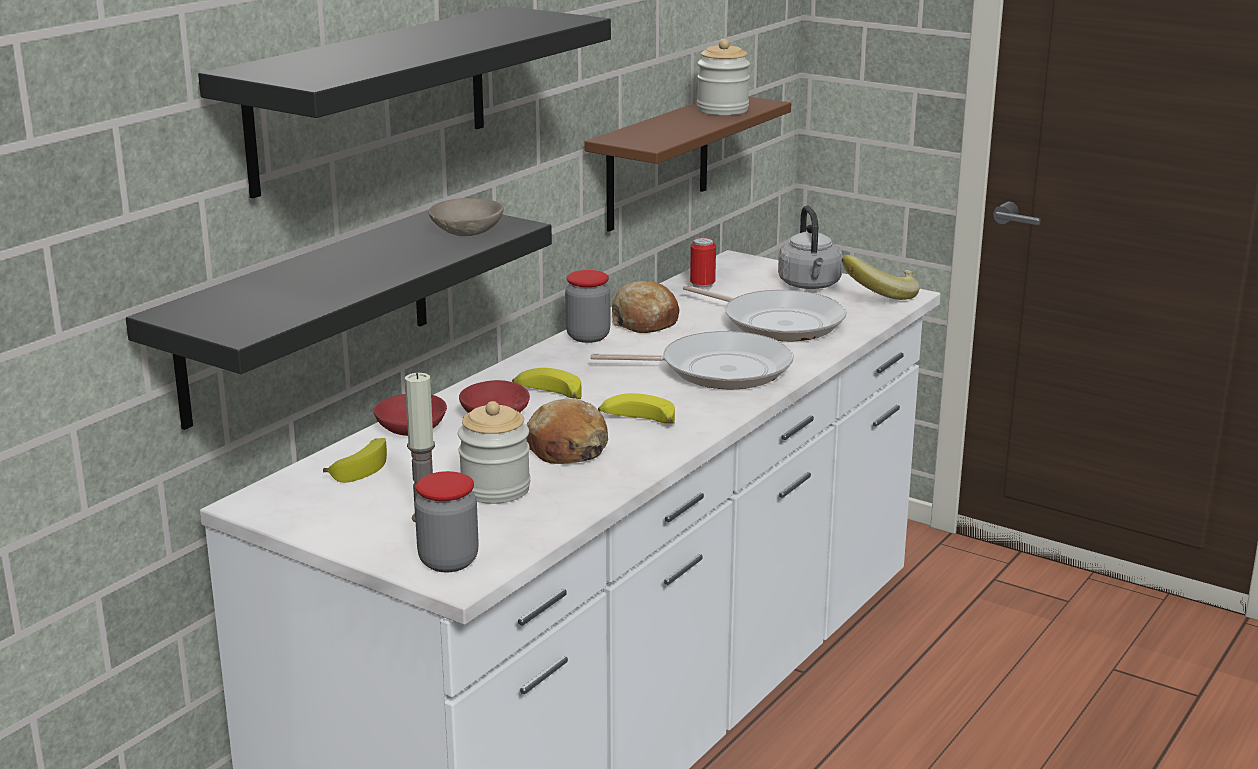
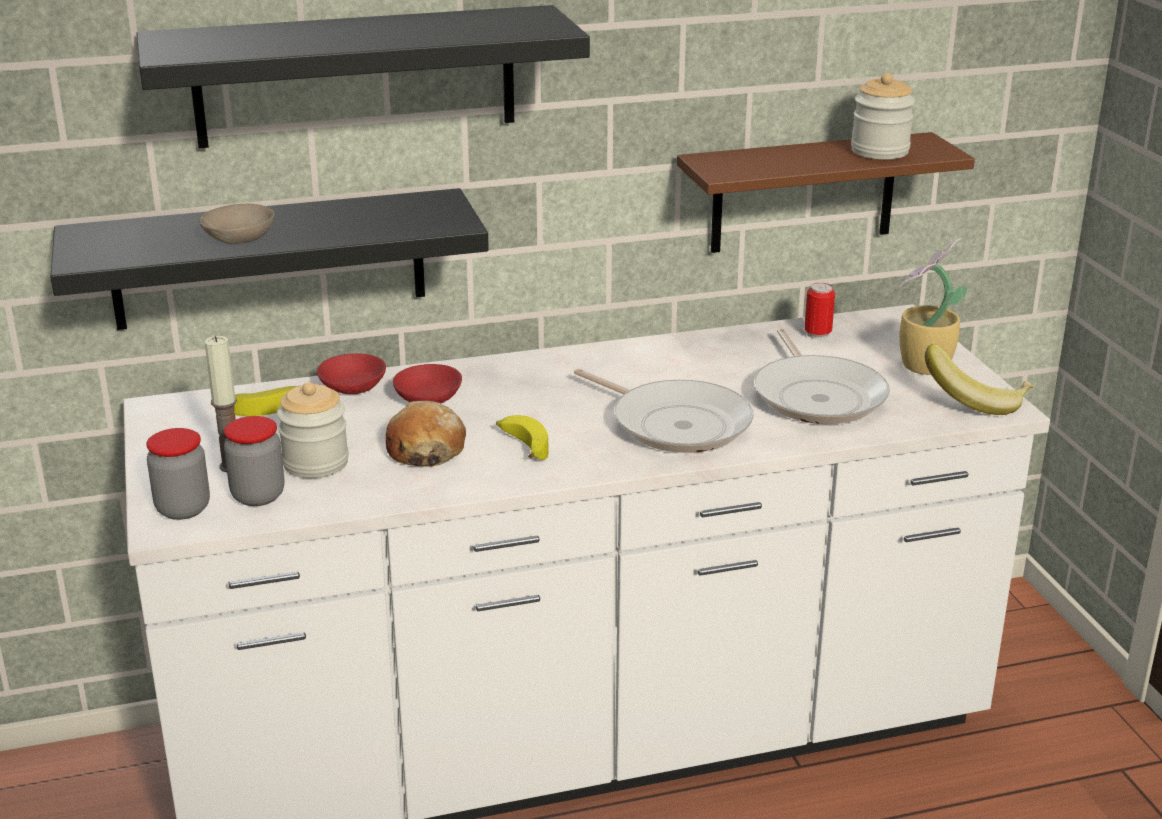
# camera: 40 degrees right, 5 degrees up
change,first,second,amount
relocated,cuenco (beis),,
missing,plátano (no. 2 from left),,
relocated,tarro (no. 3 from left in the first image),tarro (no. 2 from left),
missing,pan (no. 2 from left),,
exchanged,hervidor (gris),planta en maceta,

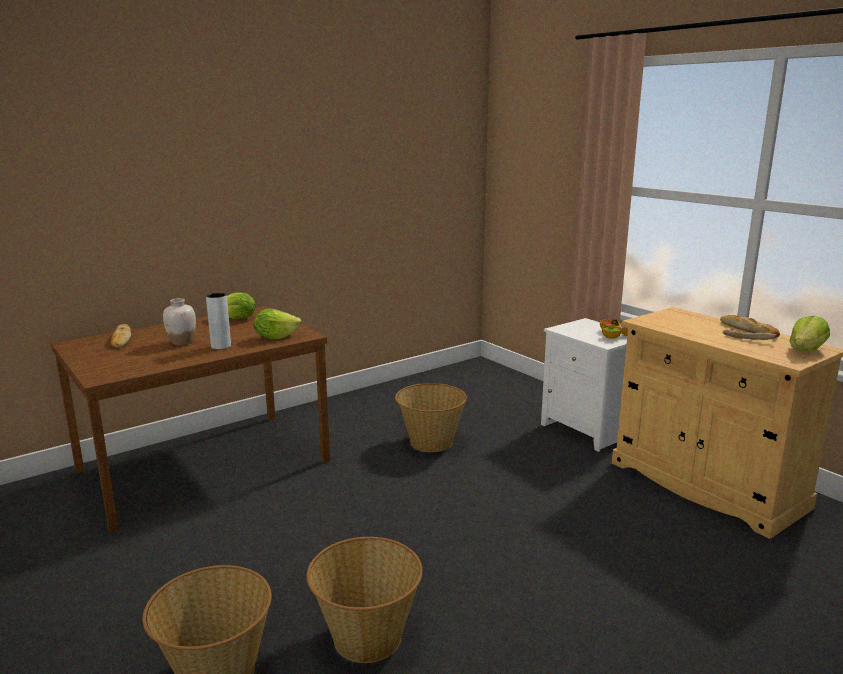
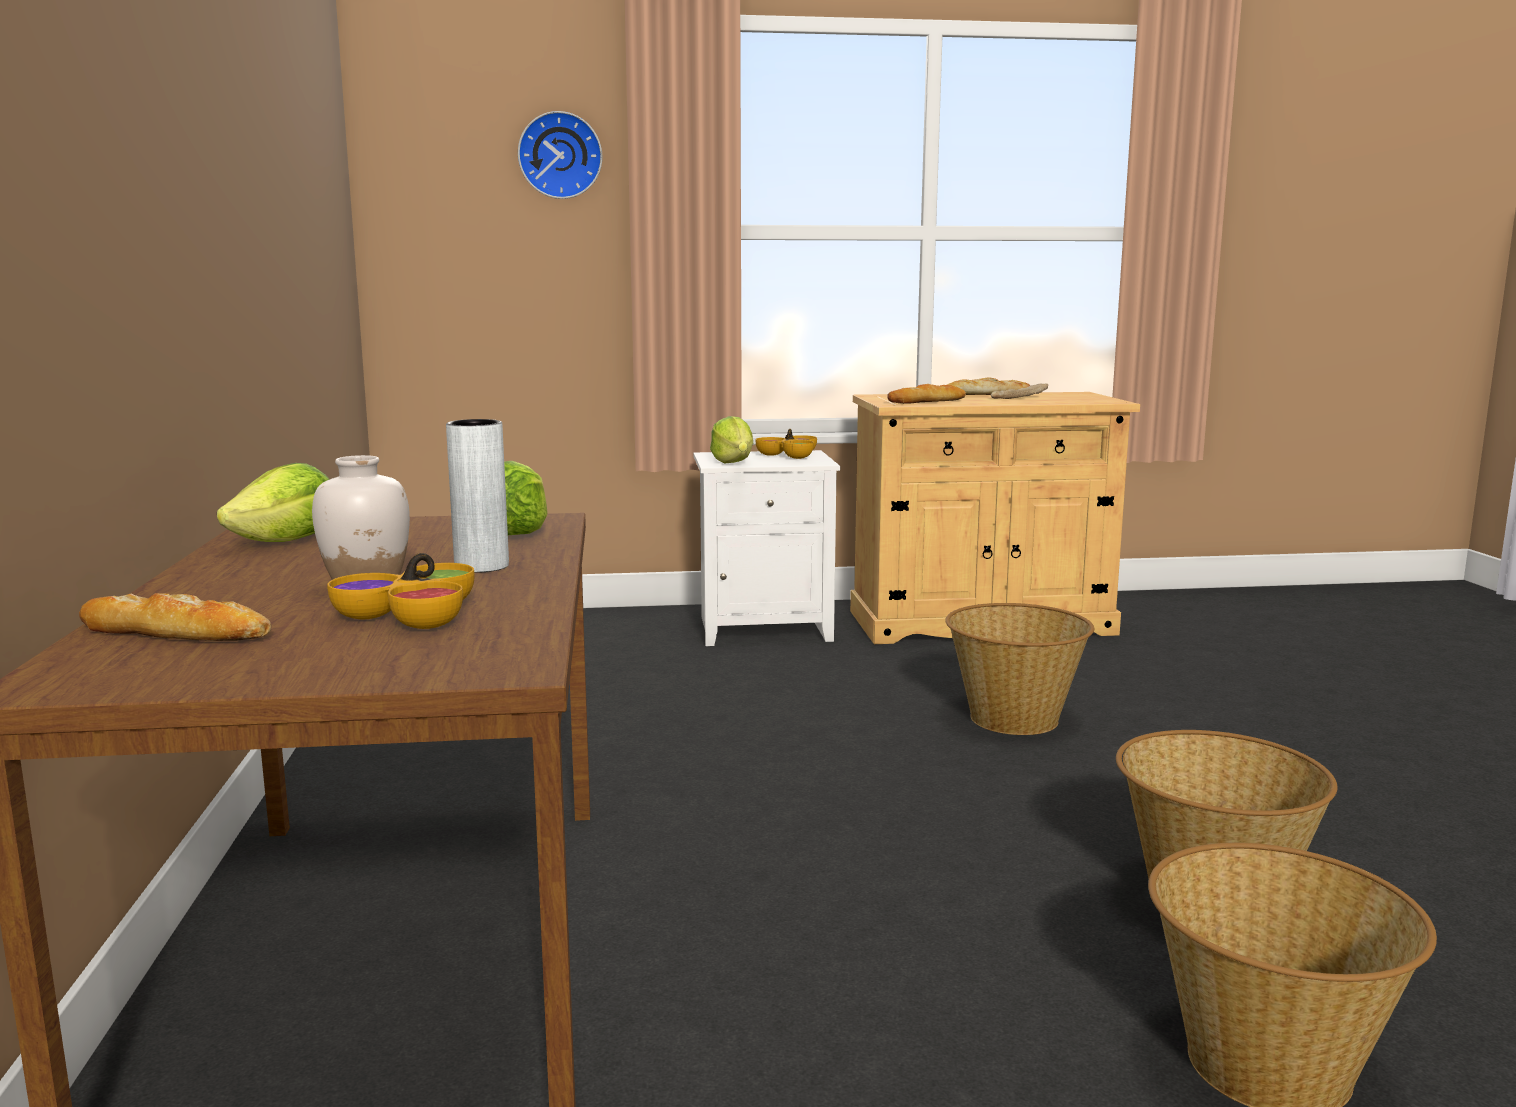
# camera: 60 degrees left, 5 degrees down
change,first,second,amount
relocated,cesta (no. 3 from left in the first image),cesta (no. 1 from left),
relocated,lechuga (no. 3 from left),,
appeared,,cuenco (no. 1 from left),
appeared,,reloj de pared,
appeared,,pan (no. 2 from left),

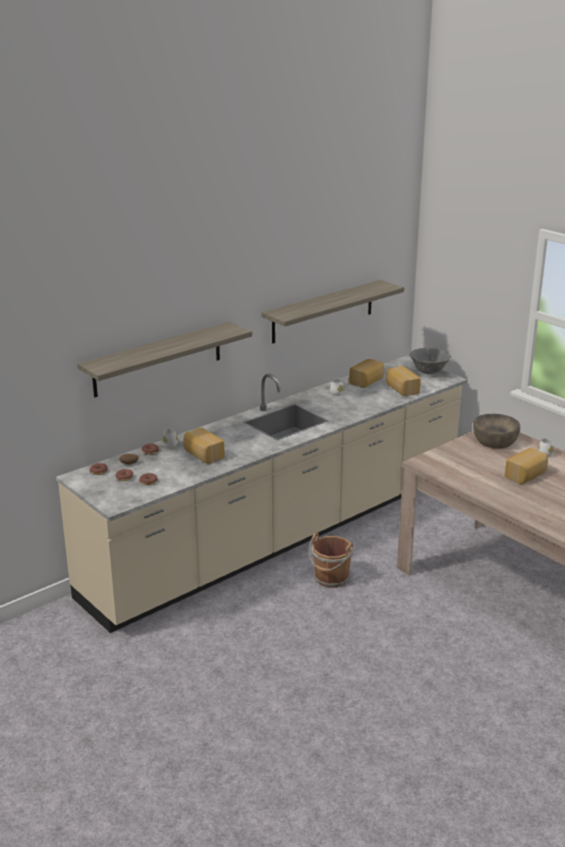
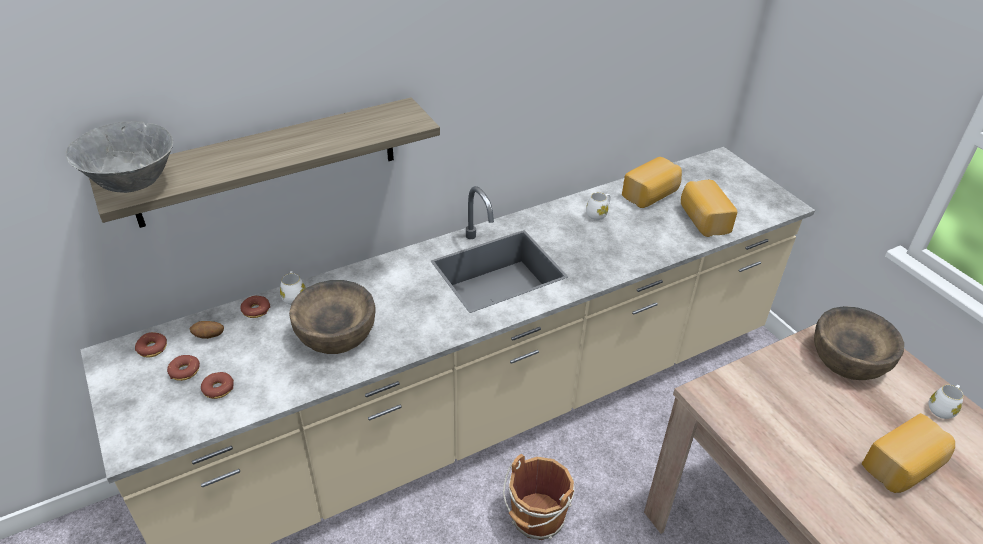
# camera: 10 degrees right, 15 degrees up
change,first,second,amount
exchanged,pan (no. 1 from left),cuenco (marrón) (no. 1 from left),
missing,estante (no. 2 from left),,
relocated,cuenco (gris),,

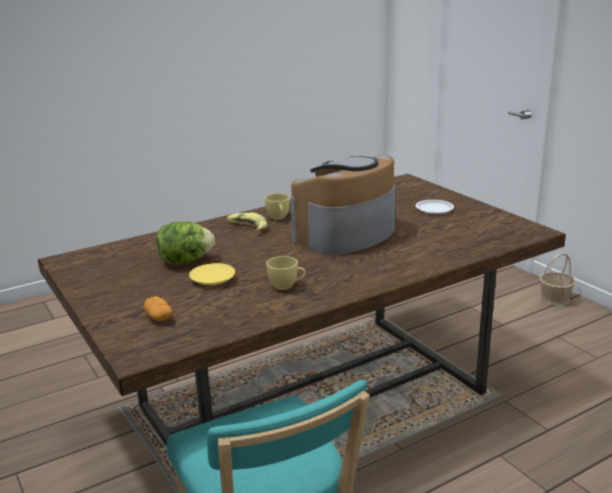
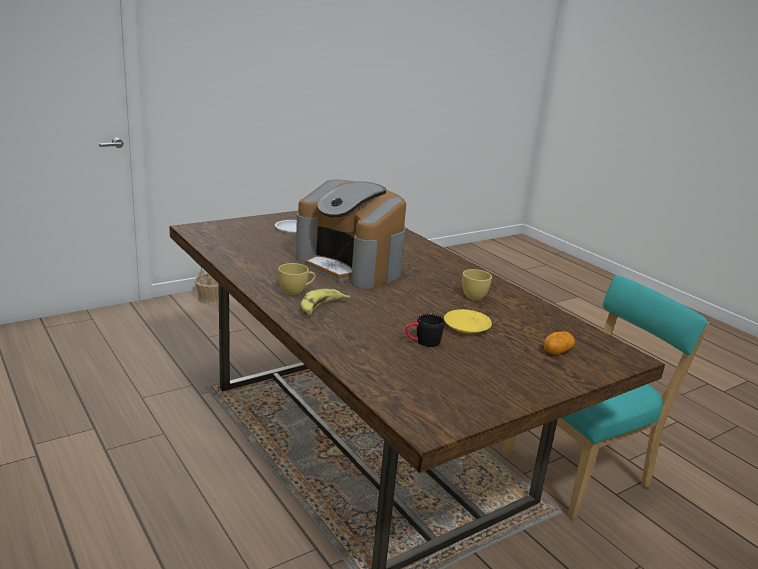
# camera: 95 degrees left, 0 degrees up
change,first,second,amount
exchanged,lechuga,taza grande (negro),

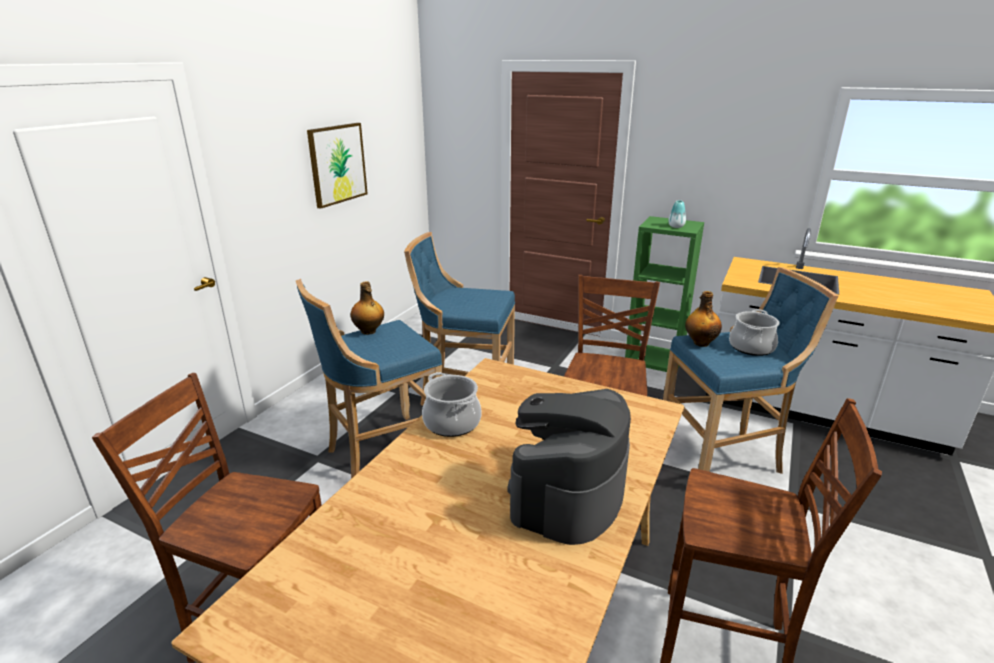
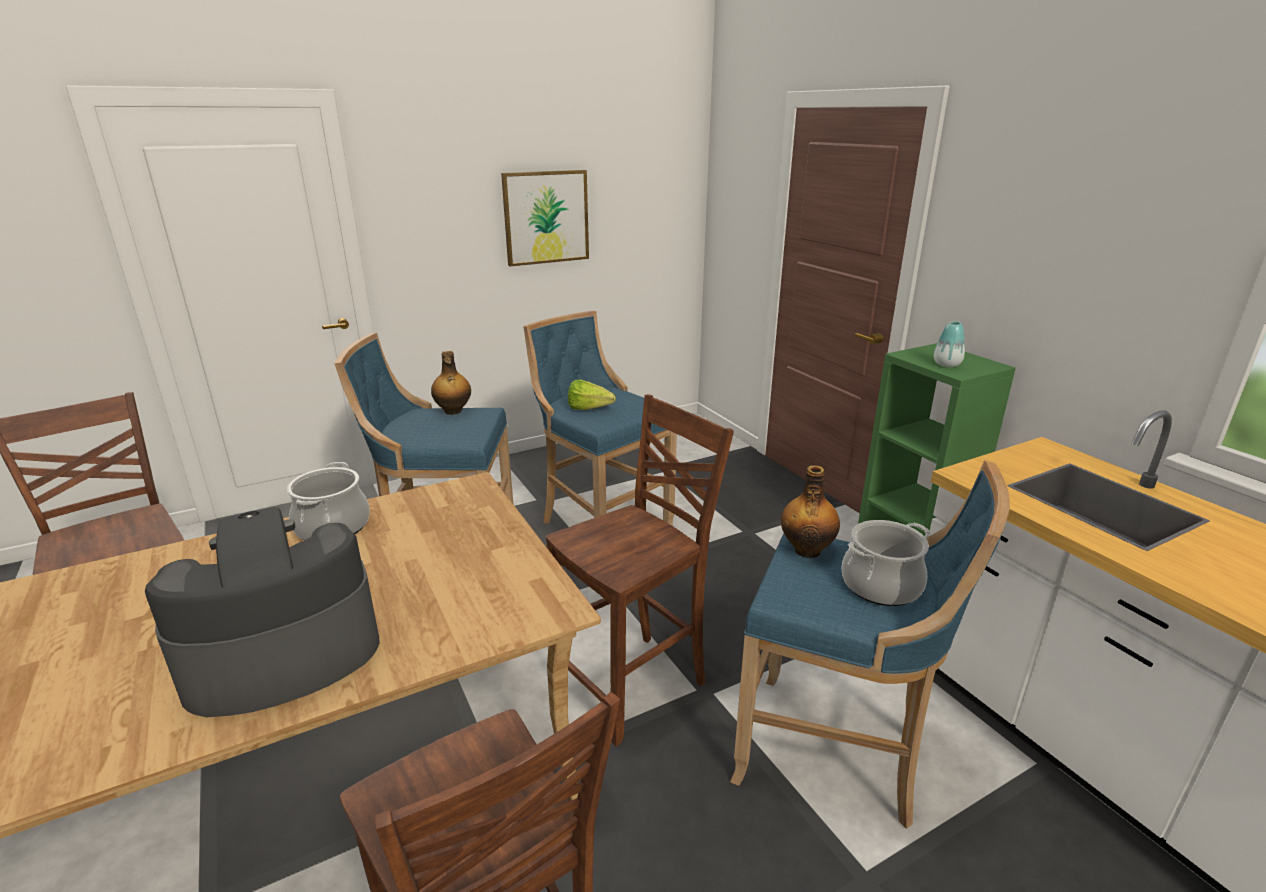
# camera: 35 degrees right, 0 degrees up
change,first,second,amount
appeared,,lechuga,

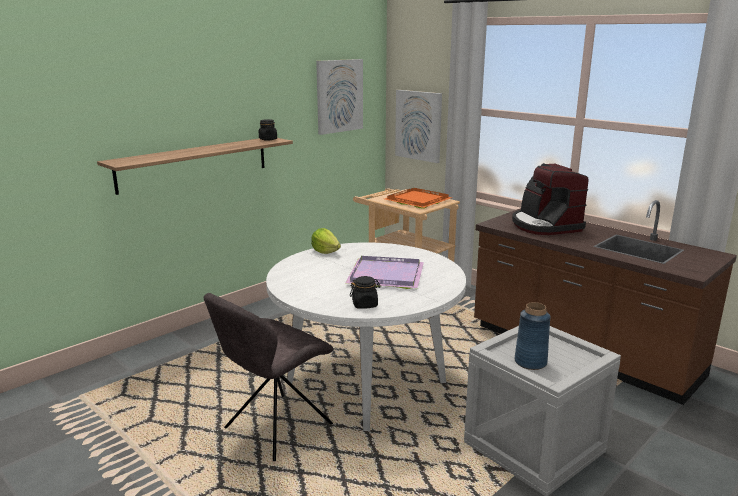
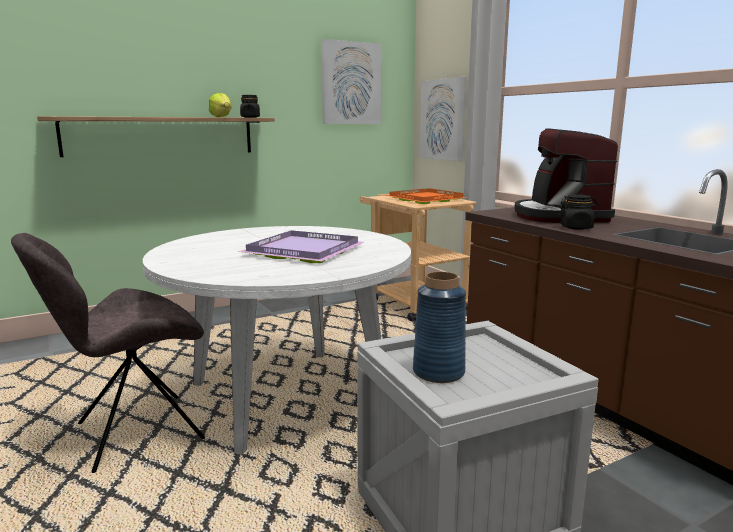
# camera: 15 degrees right, 5 degrees down
change,first,second,amount
relocated,lechuga,,
relocated,tarro (negro) (no. 2 from left),,

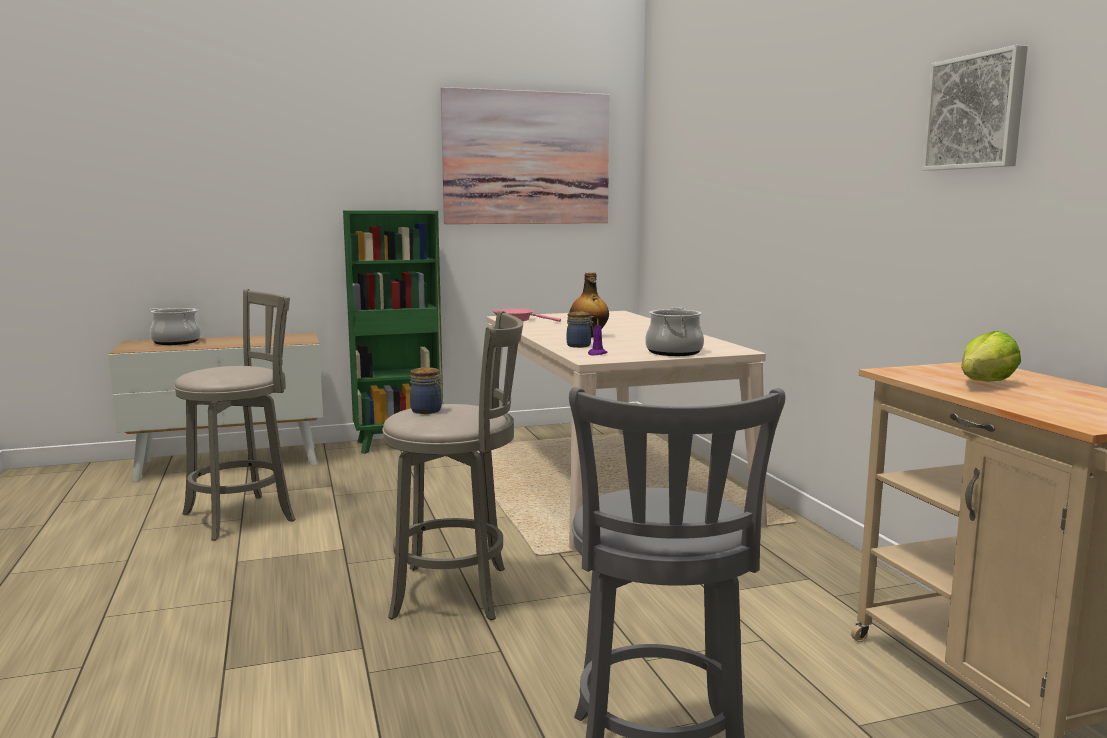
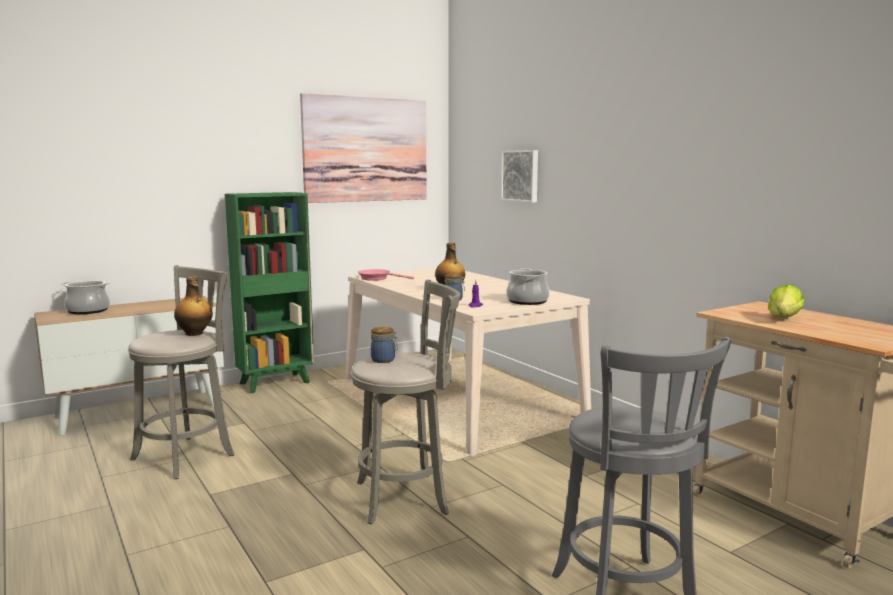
# camera: 15 degrees left, 0 degrees up
change,first,second,amount
relocated,cuadro (no. 2 from left),,
appeared,,botella (no. 1 from left),

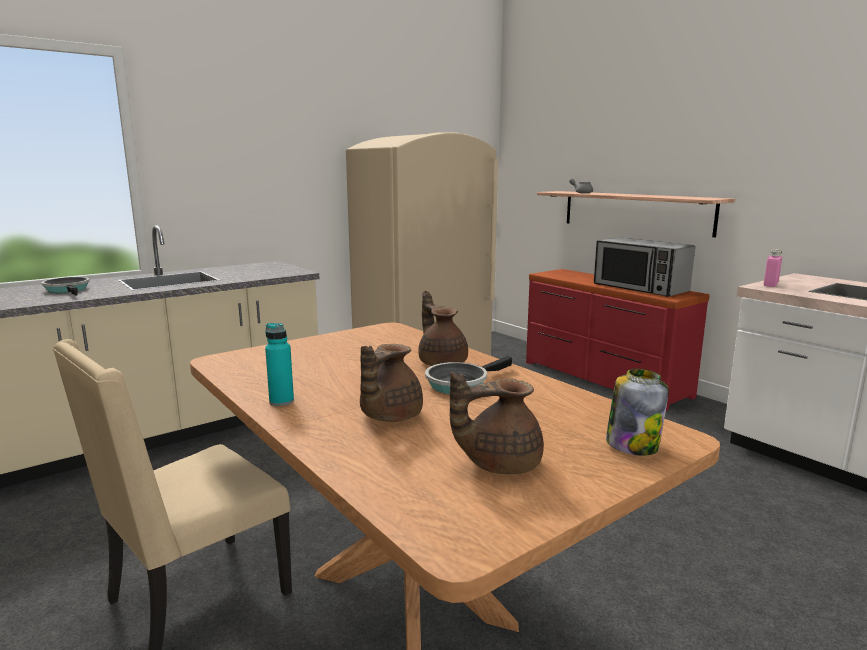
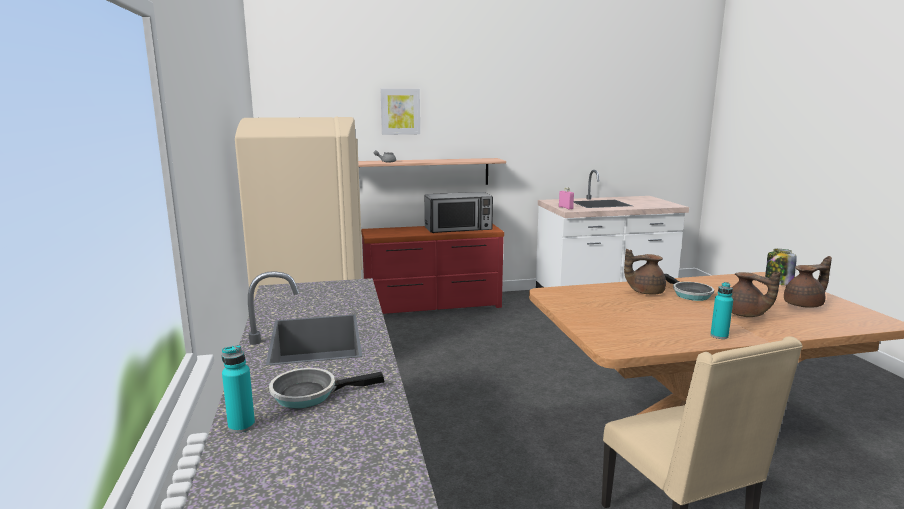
# camera: 65 degrees left, 0 degrees up
change,first,second,amount
spun,tetera (marrón) (no. 3 from left),,120 degrees counterclockwise
appeared,,botella (turquesa) (no. 1 from left),
appeared,,cuadro,

